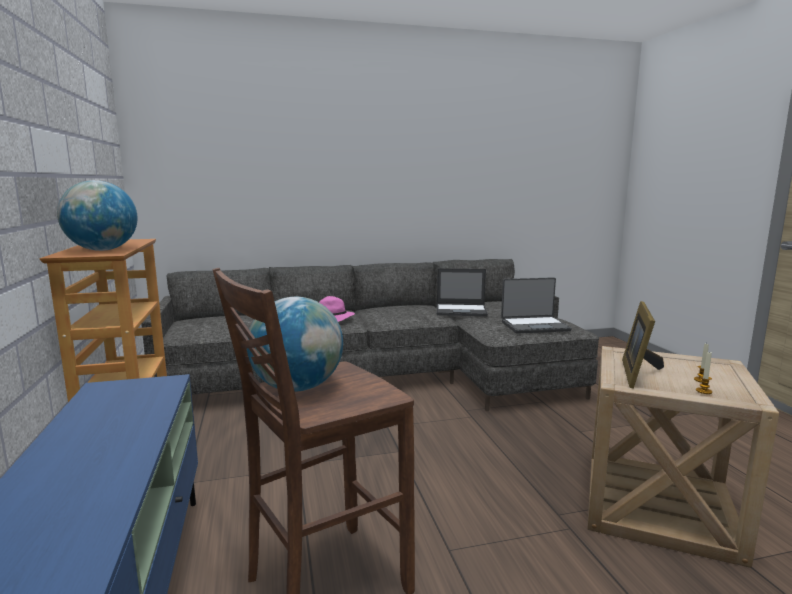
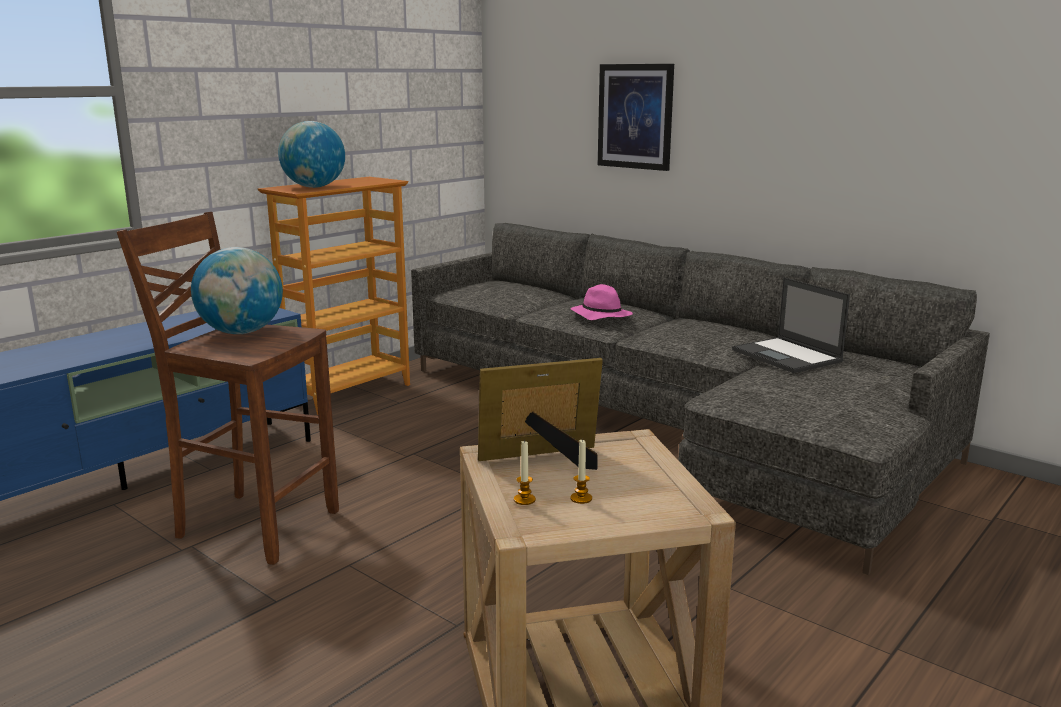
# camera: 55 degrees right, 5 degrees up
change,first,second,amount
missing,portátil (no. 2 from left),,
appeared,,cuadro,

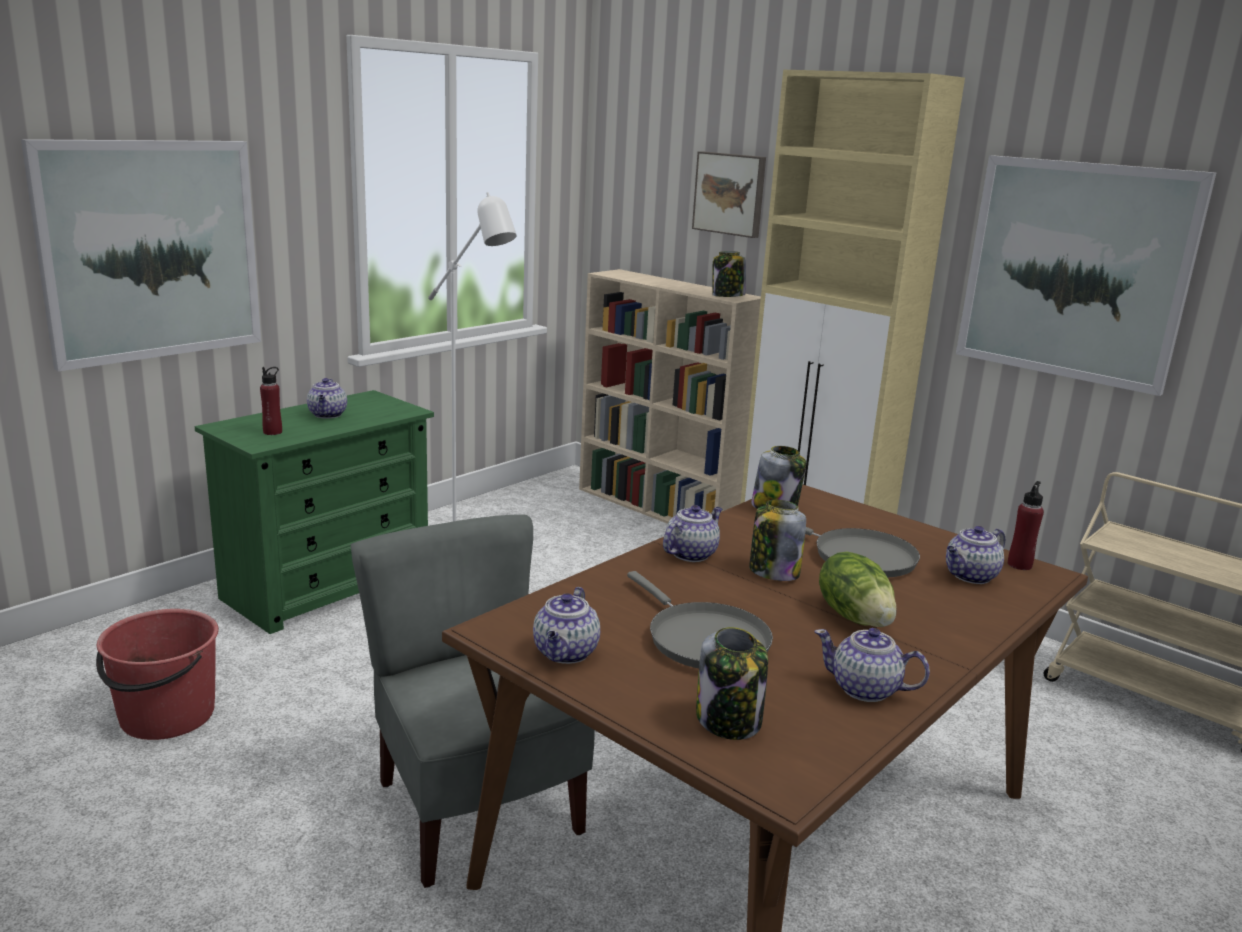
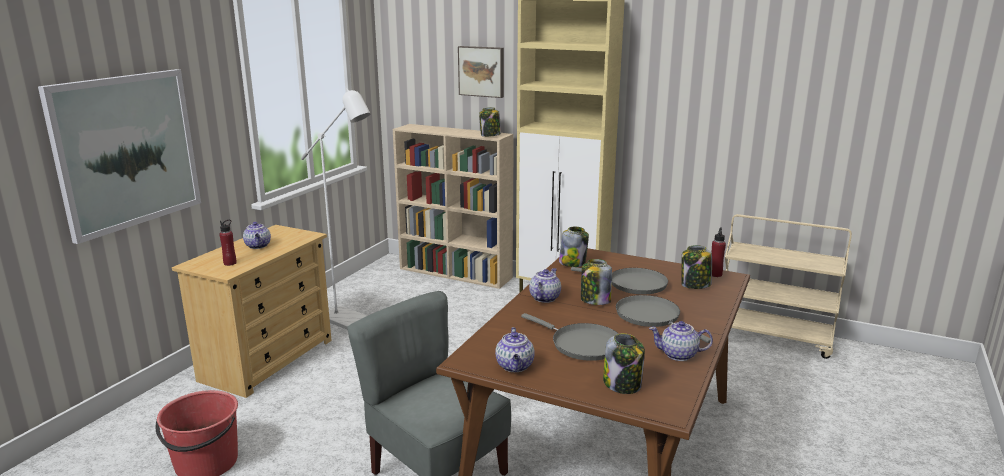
# camera: 15 degrees left, 0 degrees up
change,first,second,amount
colour,cómoda (verde),cómoda (beis),
exchanged,lechuga,sartén (gris) (no. 3 from left),
exchanged,tetera (no. 5 from left),tarro (no. 5 from left),
missing,cuadro (no. 3 from left),,

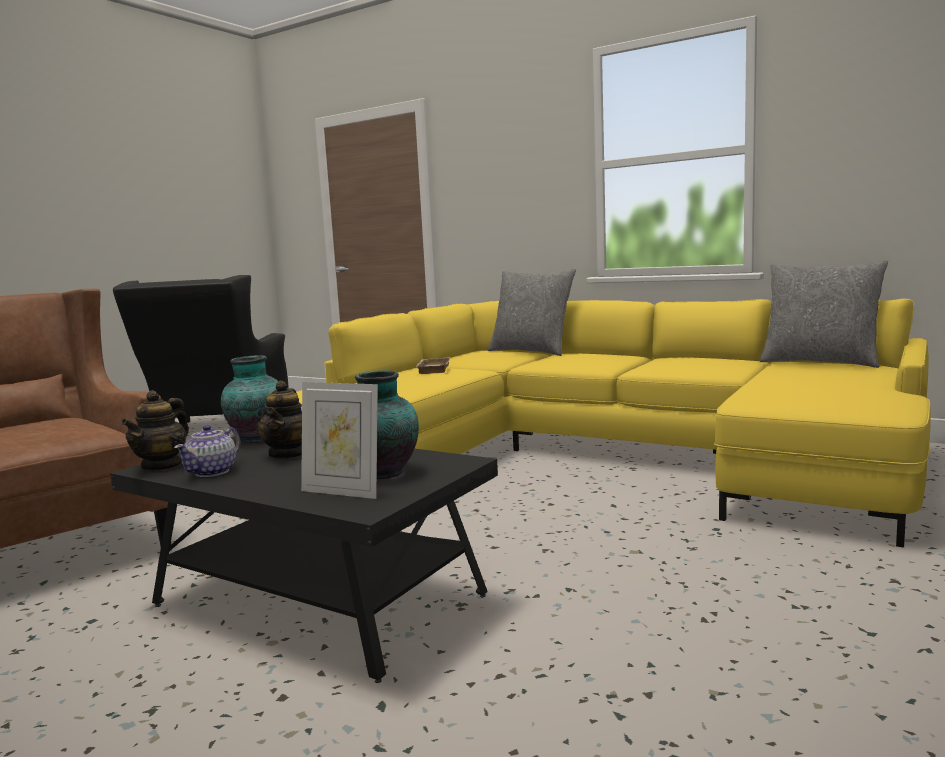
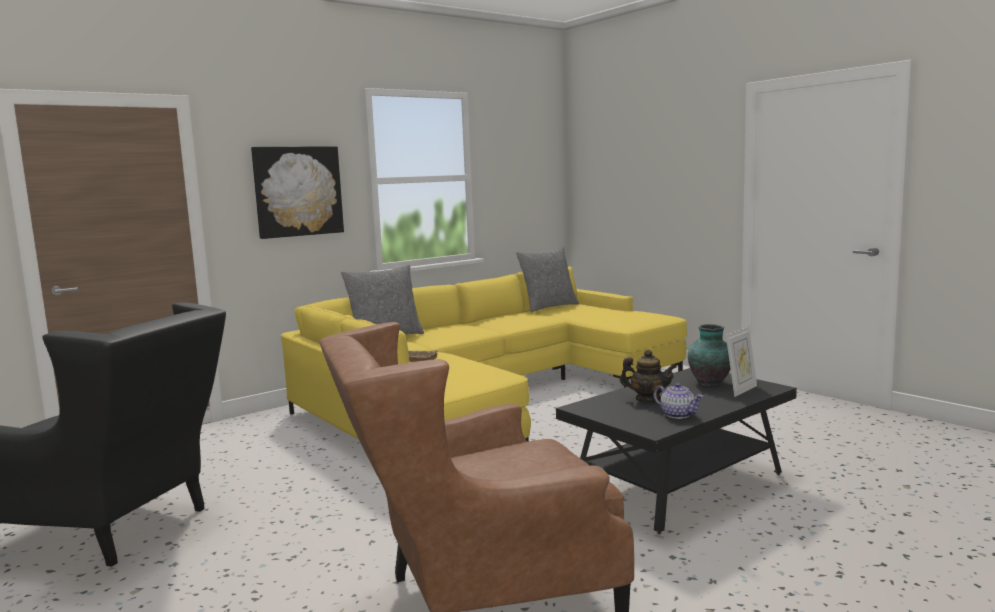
# camera: 70 degrees left, 0 degrees up
change,first,second,amount
missing,tetera (no. 1 from left),,
missing,florero (no. 1 from left),,
appeared,,cuadro,

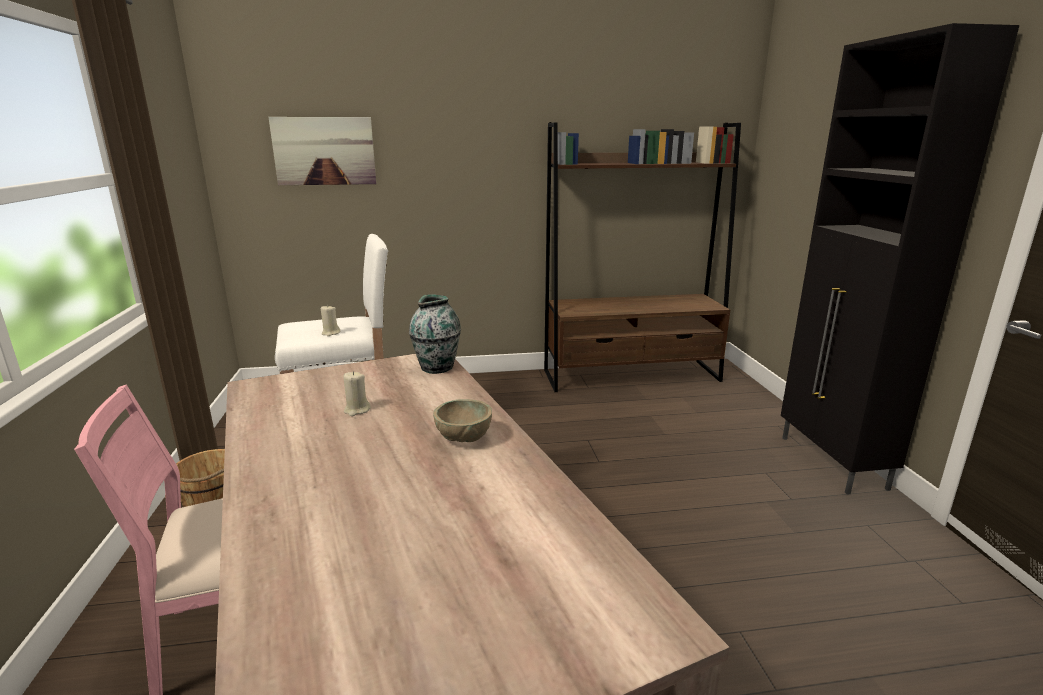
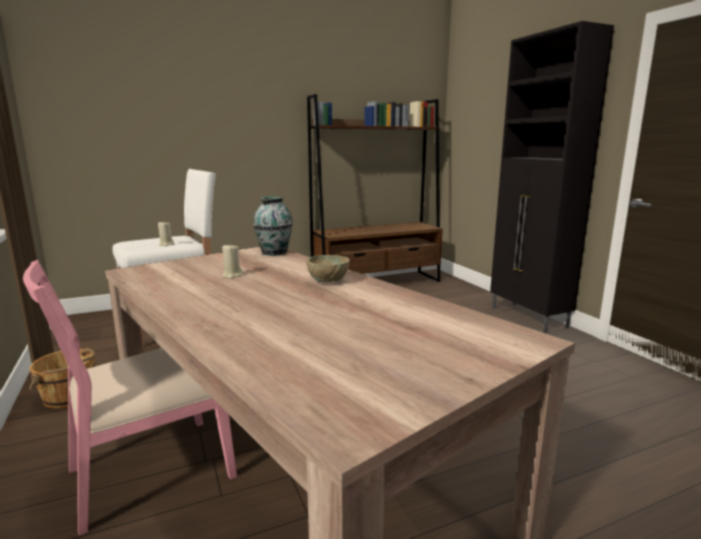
# camera: 15 degrees left, 5 degrees down
change,first,second,amount
missing,cuadro,,

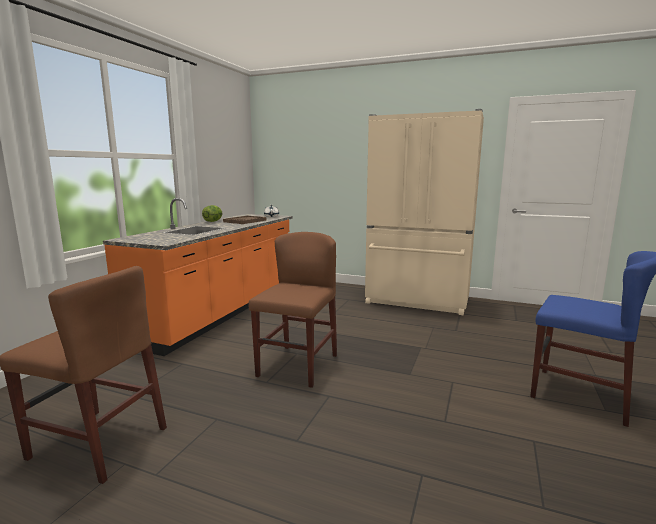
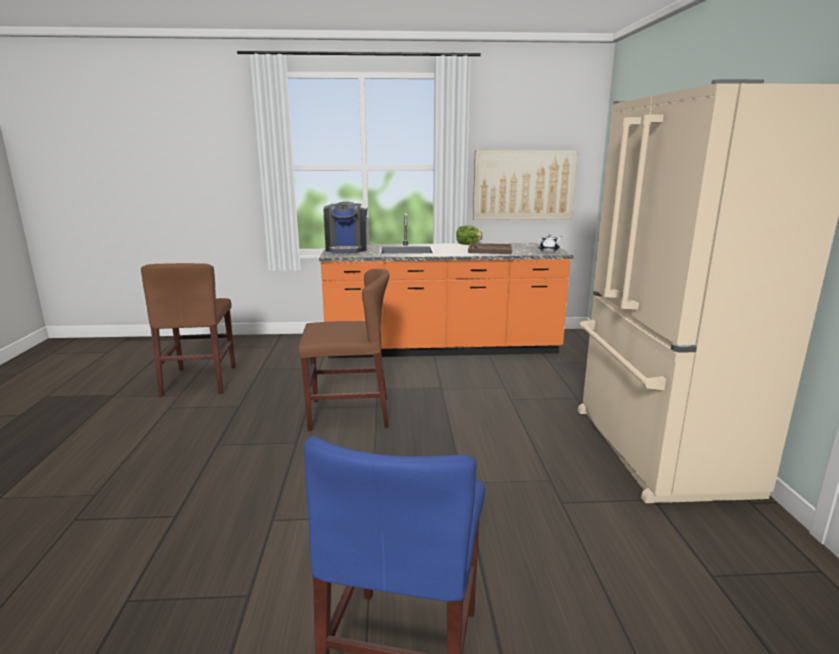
# camera: 65 degrees right, 5 degrees up
change,first,second,amount
appeared,,cafetera,
appeared,,cuadro,

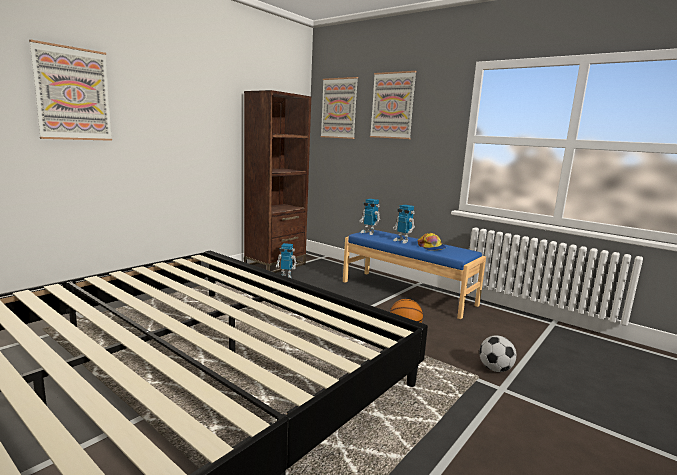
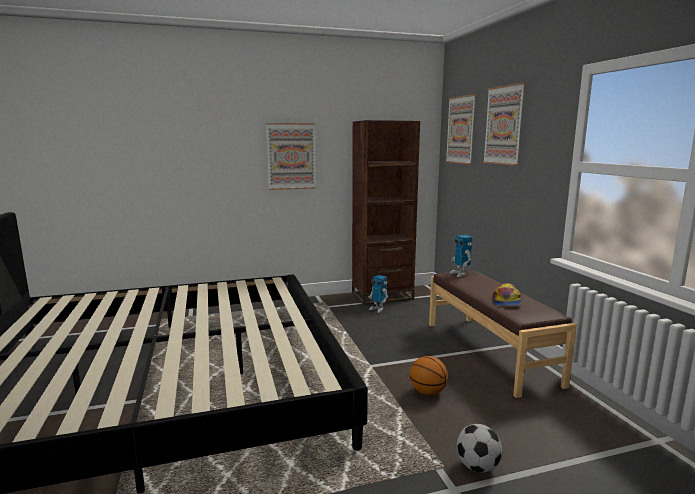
# camera: 35 degrees right, 0 degrees up
change,first,second,amount
relocated,cuadro (no. 1 from left),,
colour,banco (azul),banco (marrón),
missing,robot de juguete (no. 3 from left),,

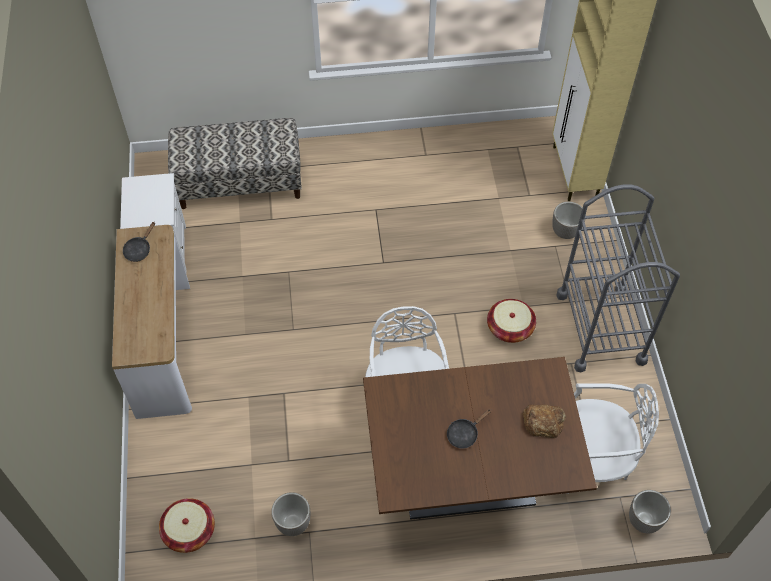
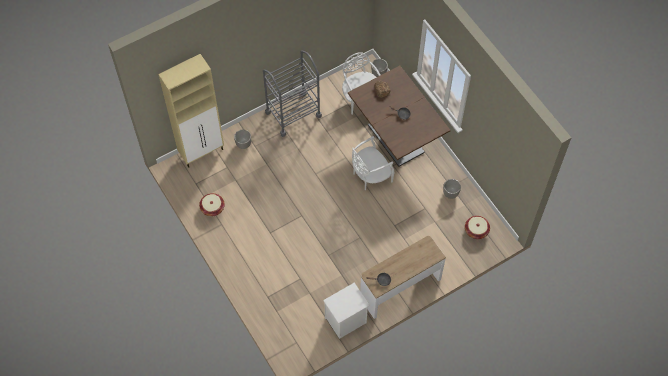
# camera: 115 degrees left, 5 degrees up
change,first,second,amount
missing,banco,,
relocated,cesta (no. 2 from left in the first image),cesta (no. 1 from left),

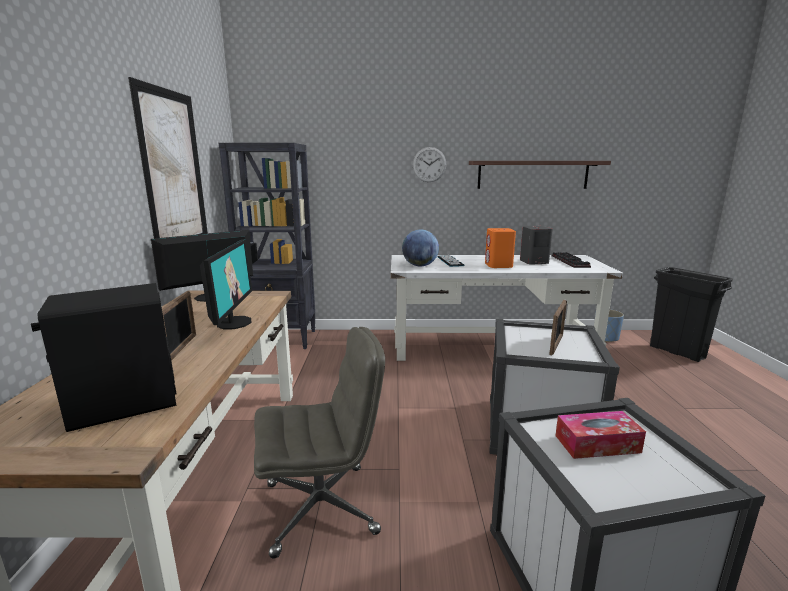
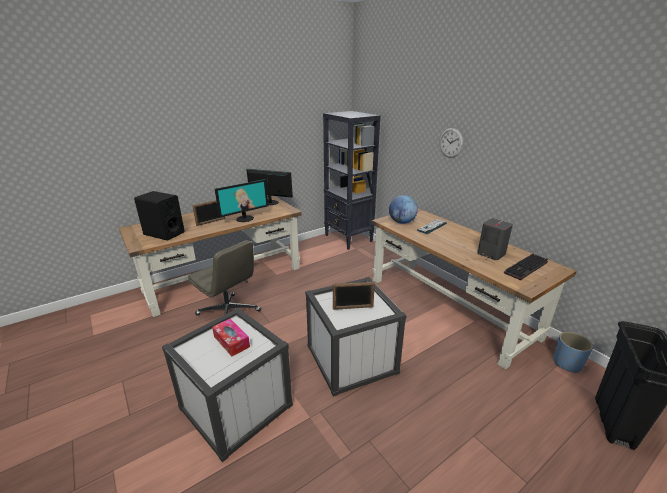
# camera: 55 degrees right, 10 degrees up
change,first,second,amount
missing,cuadro,,
colour,escritorio (blanco),escritorio (marrón) (no. 2 from left),
missing,estante,,
missing,altavoz (naranja),,

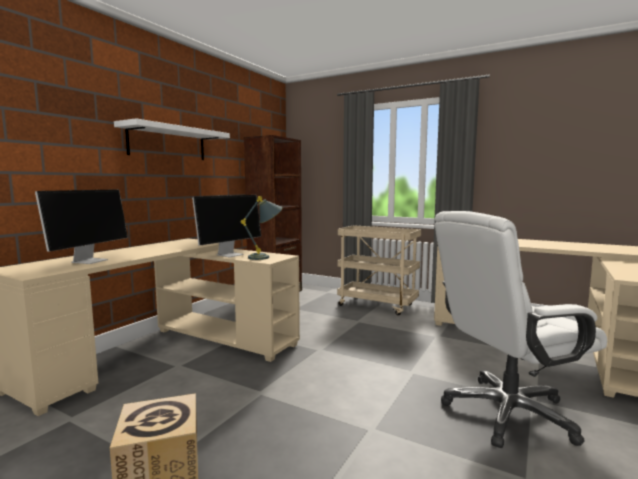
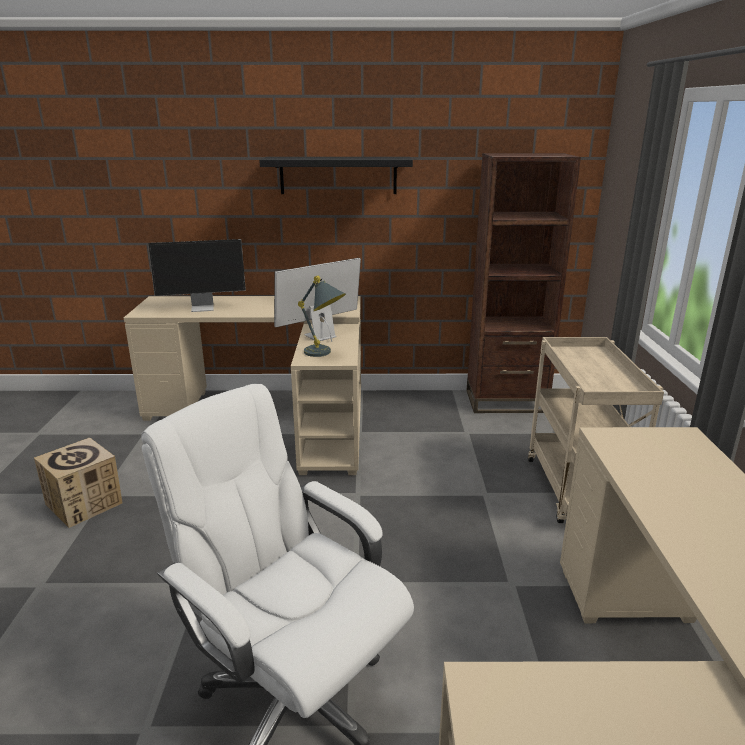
# camera: 60 degrees right, 15 degrees up
change,first,second,amount
colour,estante (blanco),estante (negro),
spun,monitor (no. 2 from left),,135 degrees clockwise

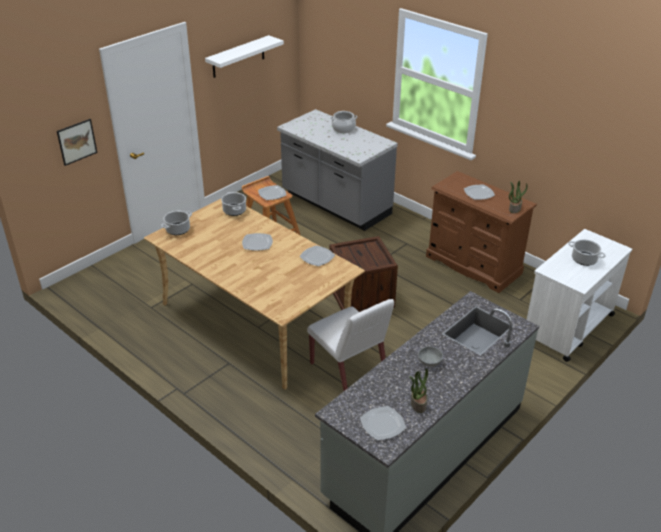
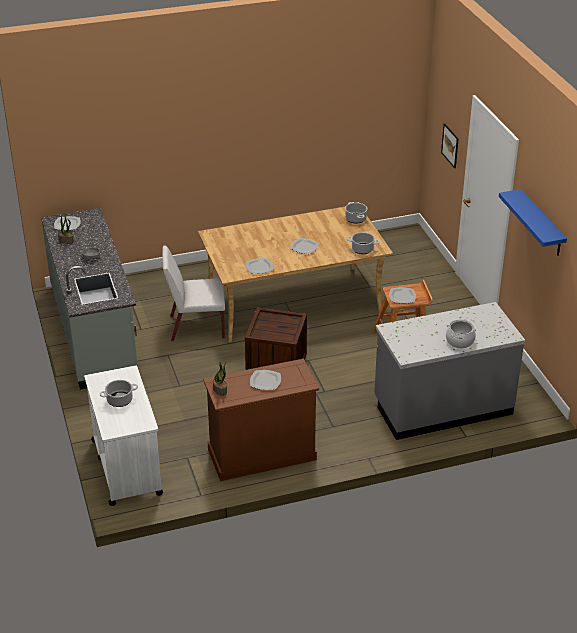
# camera: 120 degrees right, 0 degrees up
change,first,second,amount
colour,estante (blanco),estante (azul),

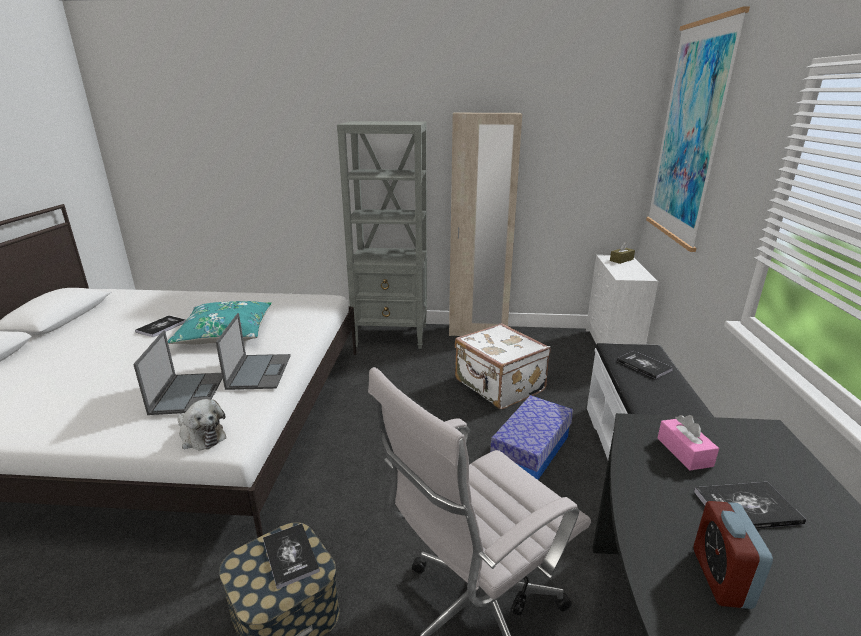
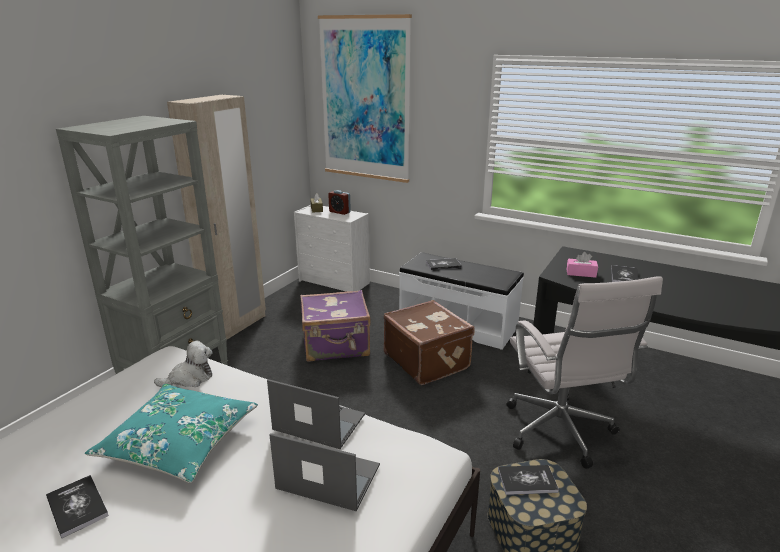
# camera: 65 degrees left, 0 degrees up
change,first,second,amount
relocated,peluche,,
colour,maleta (blanco),maleta (morado),
exchanged,caja de almacenaje (no. 2 from left),maleta (marrón),
relocated,despertador,,

